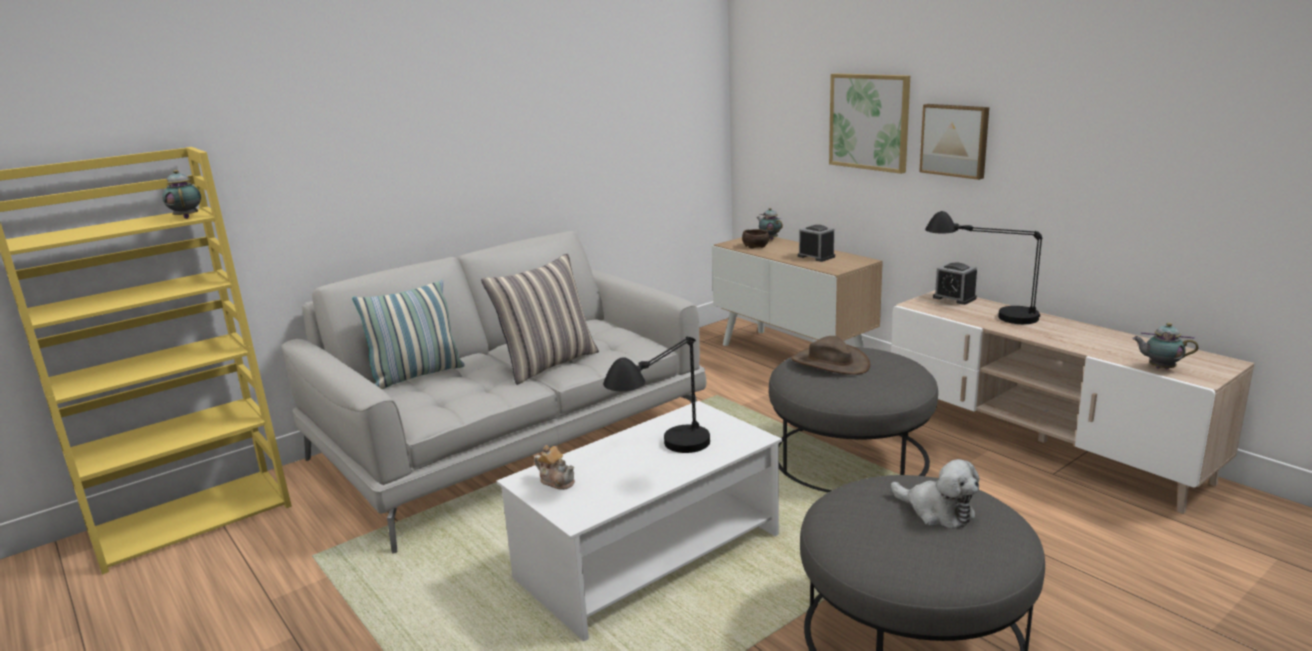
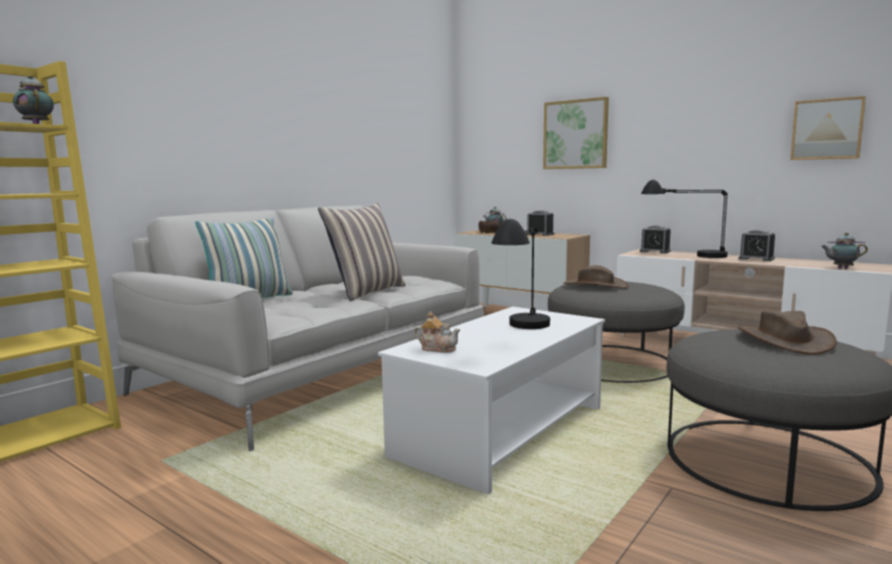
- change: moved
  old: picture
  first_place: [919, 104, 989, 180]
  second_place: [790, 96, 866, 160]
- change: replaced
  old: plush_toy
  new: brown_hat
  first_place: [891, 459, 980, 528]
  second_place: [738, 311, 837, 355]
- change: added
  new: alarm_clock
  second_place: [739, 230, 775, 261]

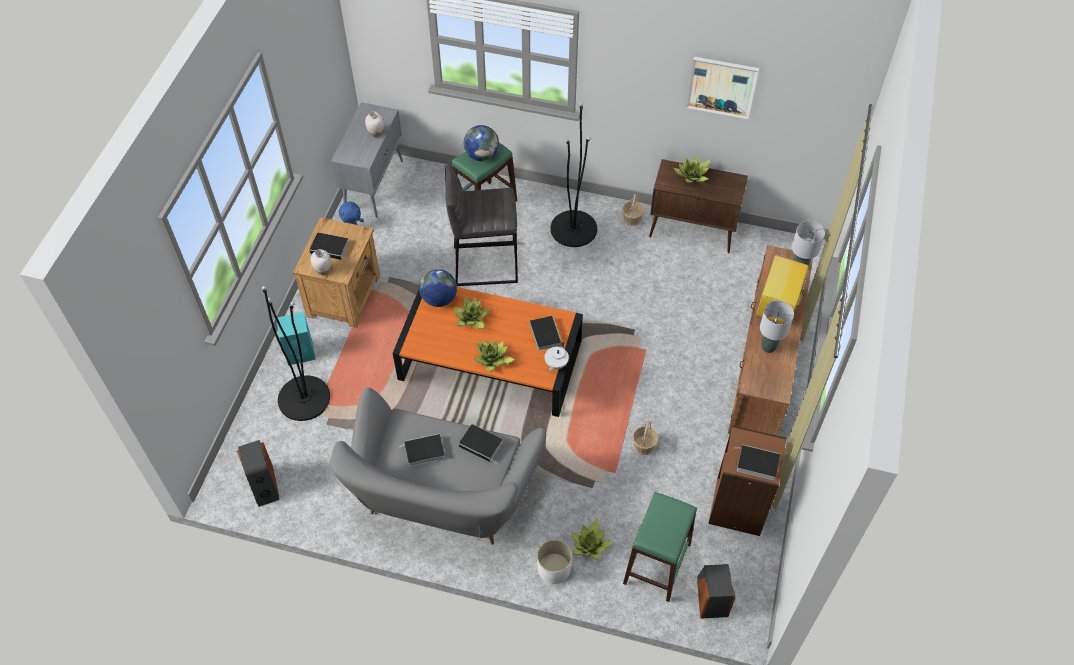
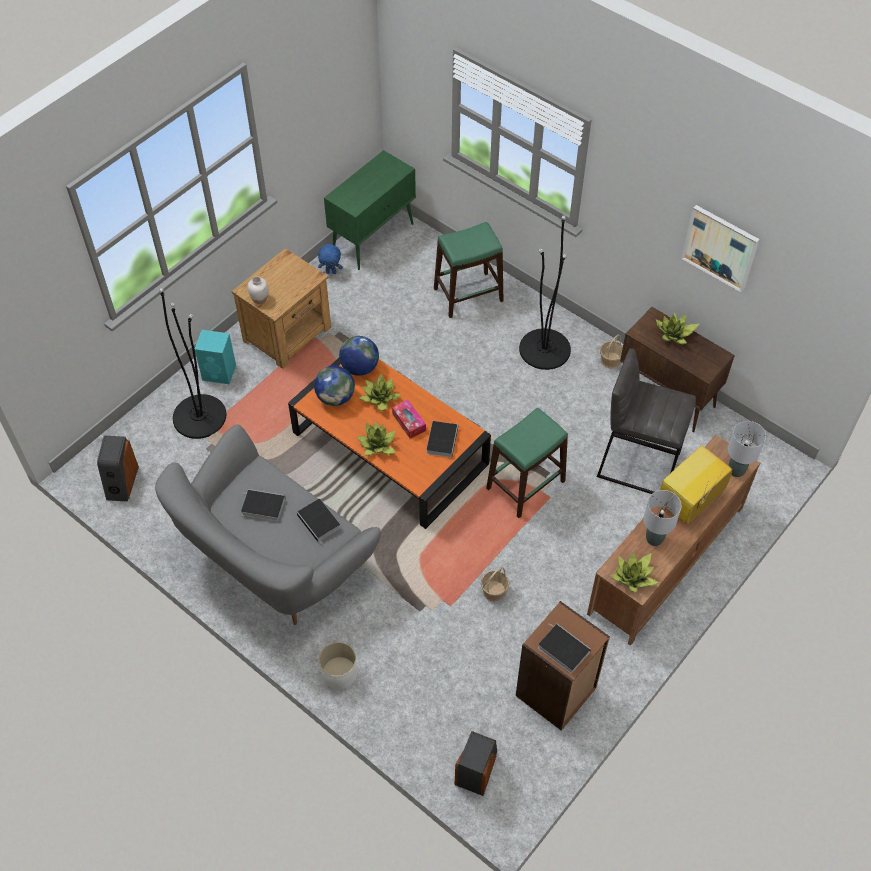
- change: recoloured
  old: grey_cabinet
  new: green_cabinet
  first_place: [331, 102, 403, 218]
  second_place: [324, 150, 416, 270]
- change: removed
  old: white_vase
  first_place: [365, 111, 384, 137]
- change: moved
  old: globe
  first_place: [464, 125, 499, 161]
  second_place: [314, 366, 355, 406]
- change: moved
  old: grey_stool
  first_place: [445, 164, 518, 286]
  second_place: [597, 348, 696, 494]
- change: removed
  old: book
  first_place: [309, 232, 349, 260]
- change: removed
  old: white_teapot
  first_place: [544, 341, 569, 372]
- change: moved
  old: green_stool
  first_place: [623, 492, 697, 602]
  second_place: [486, 408, 568, 518]
- change: moved
  old: potted_plant
  first_place: [572, 519, 613, 559]
  second_place: [610, 552, 659, 593]
- change: added
  new: tissue_box
  second_place: [392, 400, 426, 439]

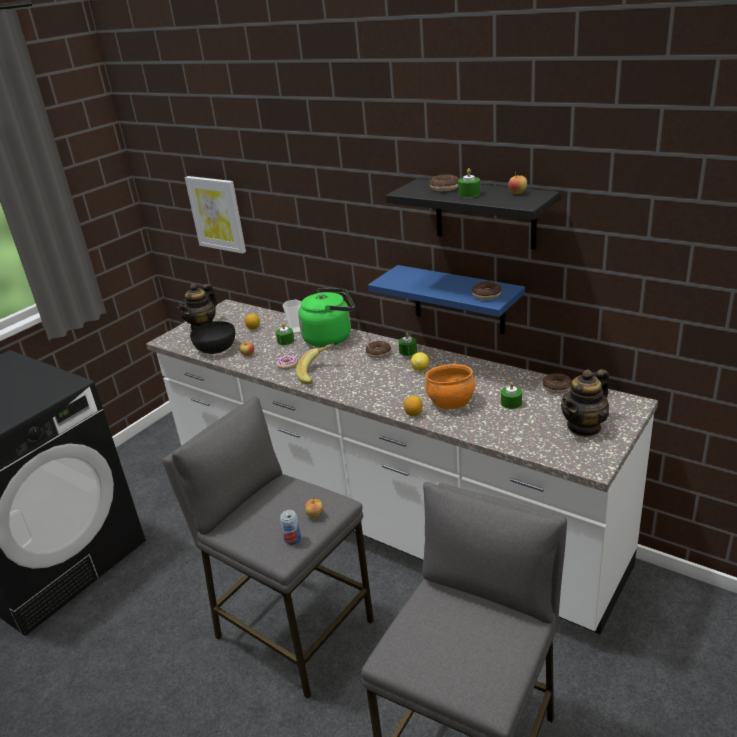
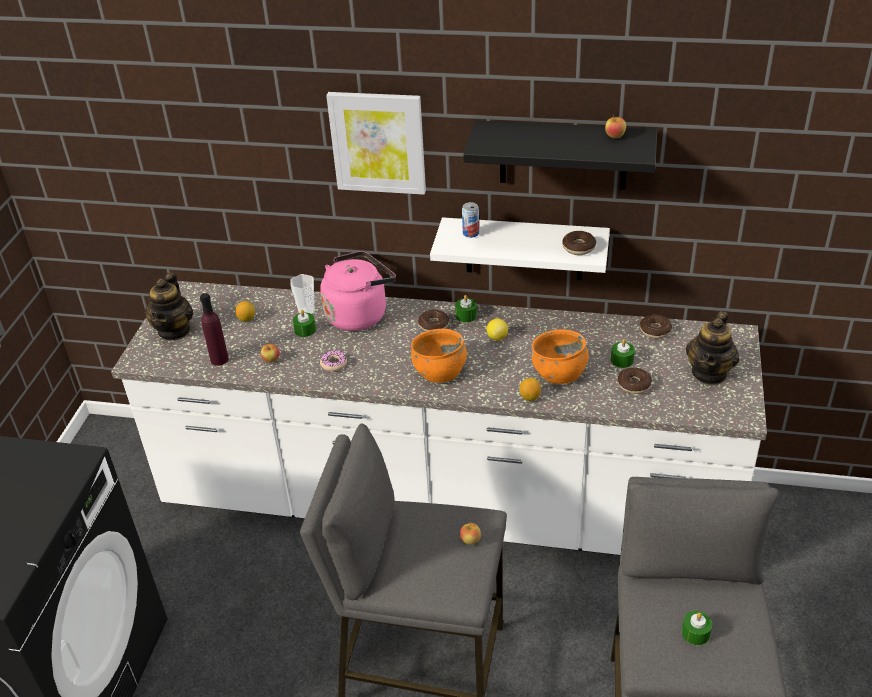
- change: moved
  old: green_candle
  first_place: [458, 168, 480, 198]
  second_place: [682, 611, 712, 645]
- change: moved
  old: donut
  first_place: [430, 174, 459, 191]
  second_place: [618, 368, 652, 394]
- change: moved
  old: picture
  first_place: [185, 176, 246, 254]
  second_place: [326, 92, 426, 195]
- change: recoloured
  old: blue_shelf
  new: white_shelf
  first_place: [368, 265, 525, 335]
  second_place: [430, 217, 610, 280]
- change: recoloured
  old: green_kettle
  new: pink_kettle
  first_place: [298, 288, 355, 347]
  second_place: [320, 251, 396, 331]
- change: replaced
  old: black_bowl
  new: purple_bottle
  first_place: [190, 321, 235, 354]
  second_place: [200, 293, 229, 366]
- change: removed
  old: banana
  first_place: [296, 343, 334, 385]
- change: moved
  old: can
  first_place: [280, 510, 301, 545]
  second_place: [462, 202, 479, 238]
- change: added
  new: orange_bowl
  second_place: [411, 329, 467, 383]

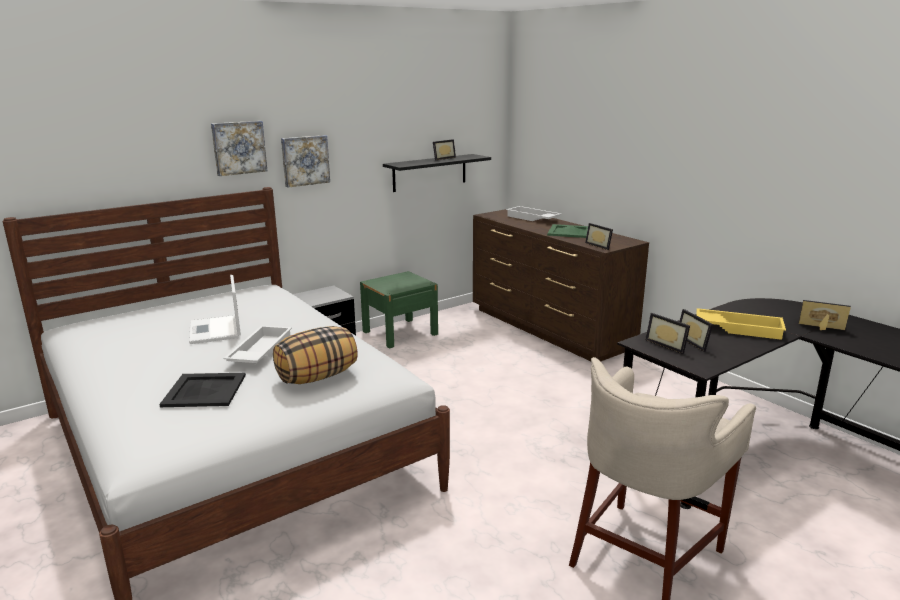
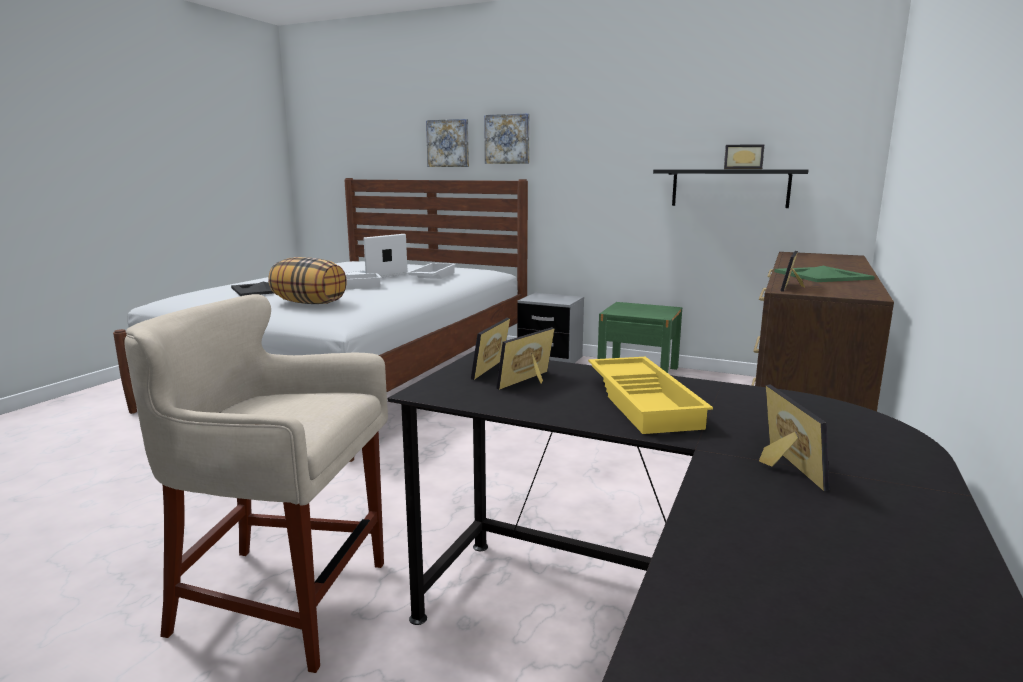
- change: moved
  old: picture
  first_place: [281, 135, 330, 187]
  second_place: [426, 119, 469, 167]
- change: moved
  old: white_tray
  first_place: [506, 206, 561, 221]
  second_place: [406, 263, 456, 279]

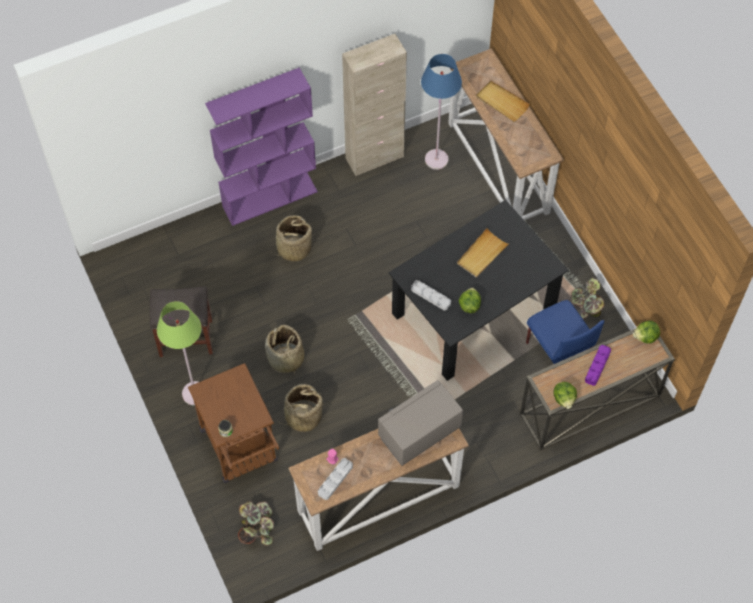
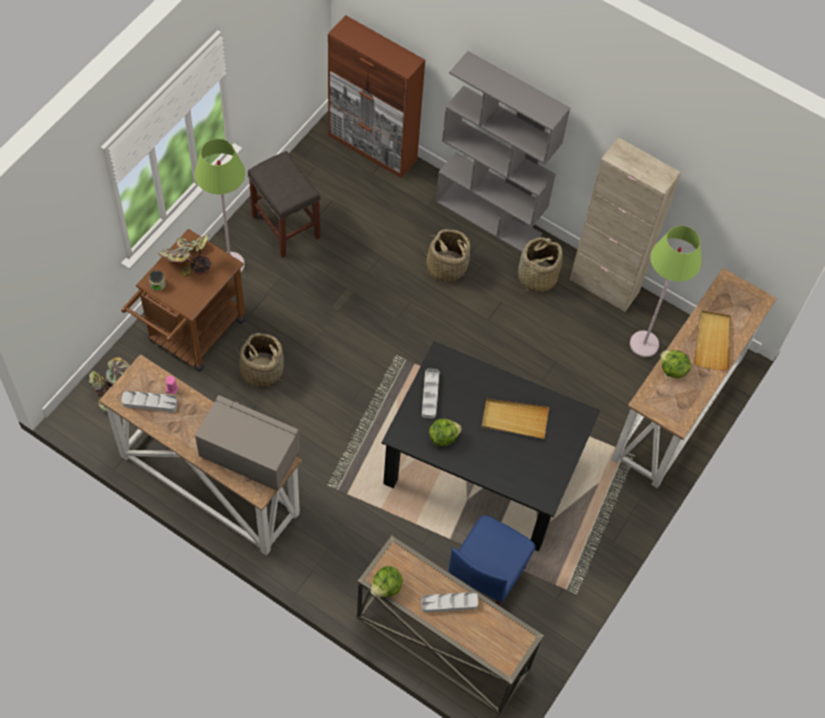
- change: recoloured
  old: blue_floor_lamp
  new: green_floor_lamp
  first_place: [421, 54, 462, 170]
  second_place: [630, 226, 702, 357]
- change: recoloured
  old: purple_bookcase
  new: grey_bookcase
  first_place: [205, 68, 318, 226]
  second_place: [436, 51, 570, 252]
- change: moved
  old: potted_plant
  first_place: [571, 278, 605, 319]
  second_place: [158, 234, 212, 276]
- change: moved
  old: lettuce
  first_place: [633, 321, 660, 343]
  second_place: [660, 350, 691, 379]
- change: moved
  old: basket
  first_place: [265, 325, 304, 373]
  second_place: [518, 237, 563, 293]
- change: recoloured
  old: purple_tray
  new: grey_tray
  first_place: [585, 345, 611, 386]
  second_place: [421, 592, 478, 612]
- change: added
  new: brown_cabinet
  second_place: [328, 15, 425, 178]

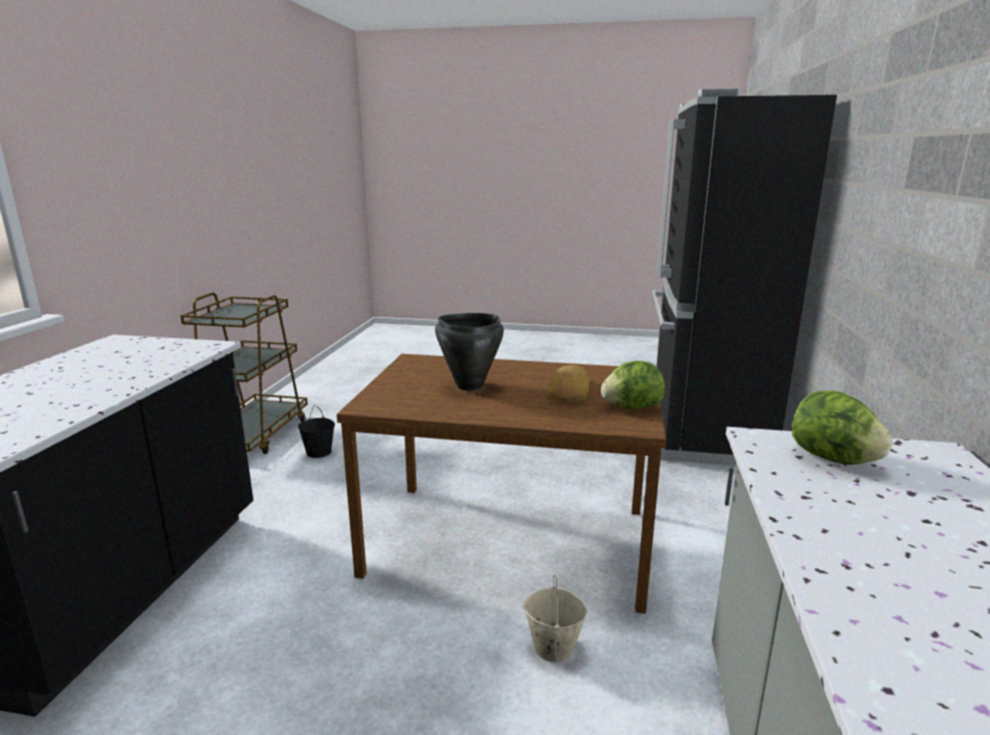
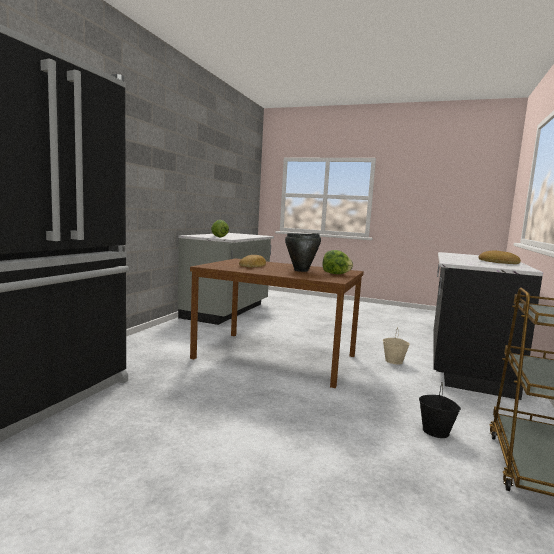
- change: moved
  old: lettuce
  first_place: [601, 361, 665, 409]
  second_place: [323, 250, 353, 274]
- change: moved
  old: beige_bucket
  first_place: [523, 575, 587, 662]
  second_place: [383, 327, 410, 365]
- change: added
  new: bread
  second_place: [478, 250, 521, 264]

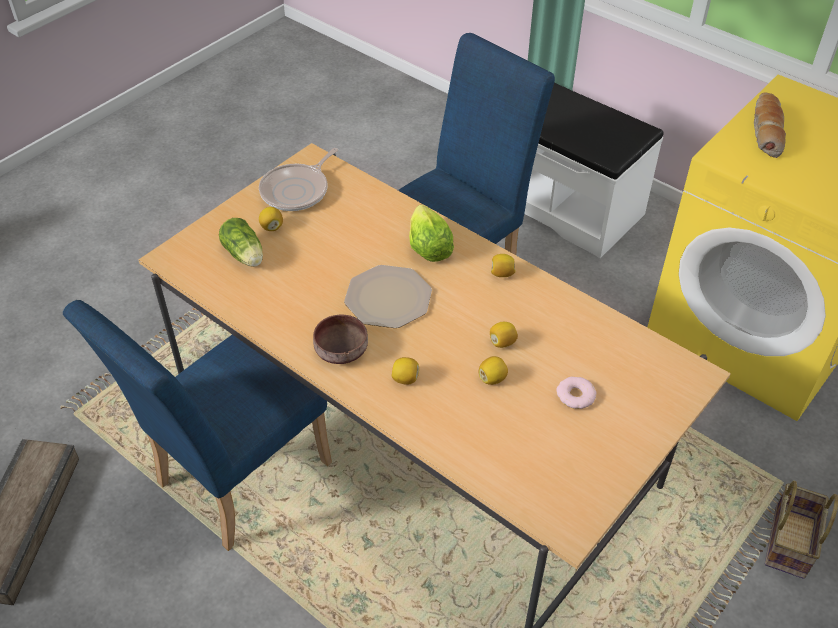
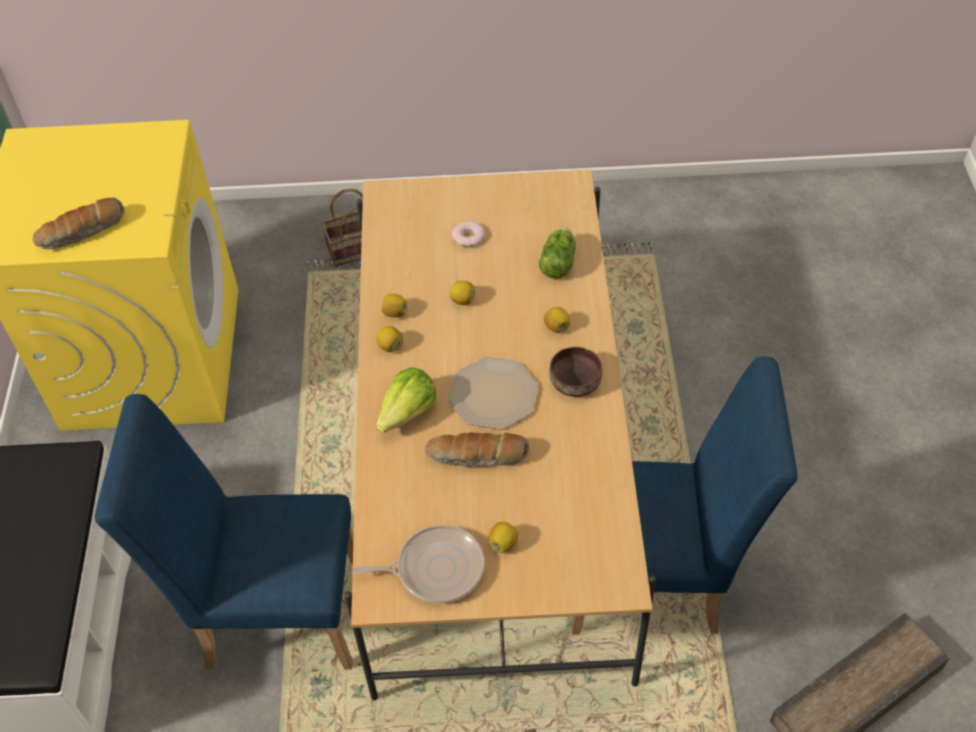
- change: moved
  old: lettuce
  first_place: [219, 218, 263, 267]
  second_place: [539, 227, 576, 279]
- change: moved
  old: lemon
  first_place: [479, 356, 508, 385]
  second_place: [381, 294, 407, 317]
- change: added
  new: bread
  second_place: [425, 432, 530, 467]

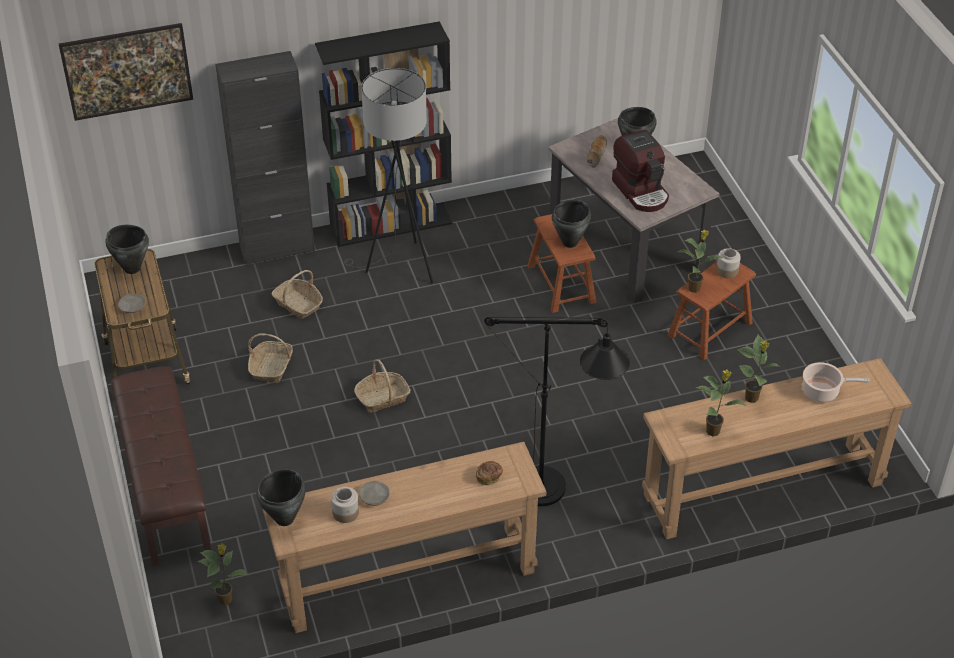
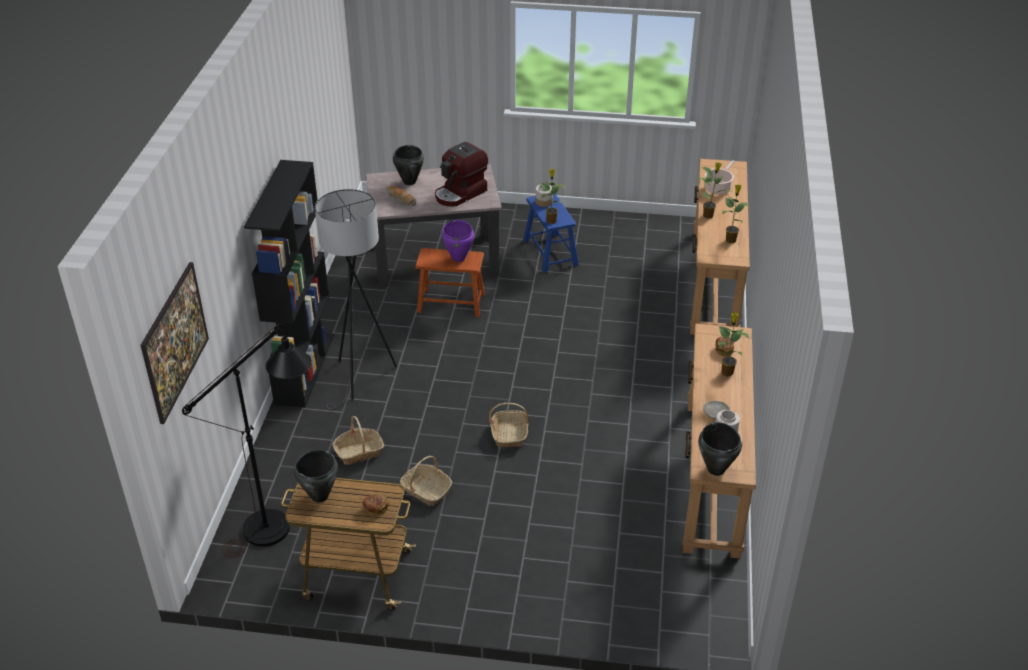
- change: removed
  old: black_cabinet
  first_place: [215, 51, 315, 265]
- change: turned
  old: coffee_machine
  first_place: [612, 130, 669, 212]
  second_place: [435, 142, 488, 206]
  degrees: 135
- change: recoloured
  old: black_cooking_pot
  new: purple_cooking_pot
  first_place: [552, 200, 591, 248]
  second_place: [442, 220, 474, 262]
- change: recoloured
  old: brown_stool
  new: blue_stool
  first_place: [667, 262, 756, 360]
  second_place: [523, 194, 579, 273]
- change: replaced
  old: beige_plate
  new: bread
  first_place: [118, 294, 146, 313]
  second_place: [362, 494, 389, 516]
- change: moved
  old: black_floor_lamp
  first_place: [484, 317, 630, 506]
  second_place: [182, 324, 312, 558]
- change: removed
  old: brown_bench
  first_place: [111, 366, 211, 566]
- change: moved
  old: potted_plant
  first_place: [198, 543, 248, 605]
  second_place: [718, 312, 749, 376]

